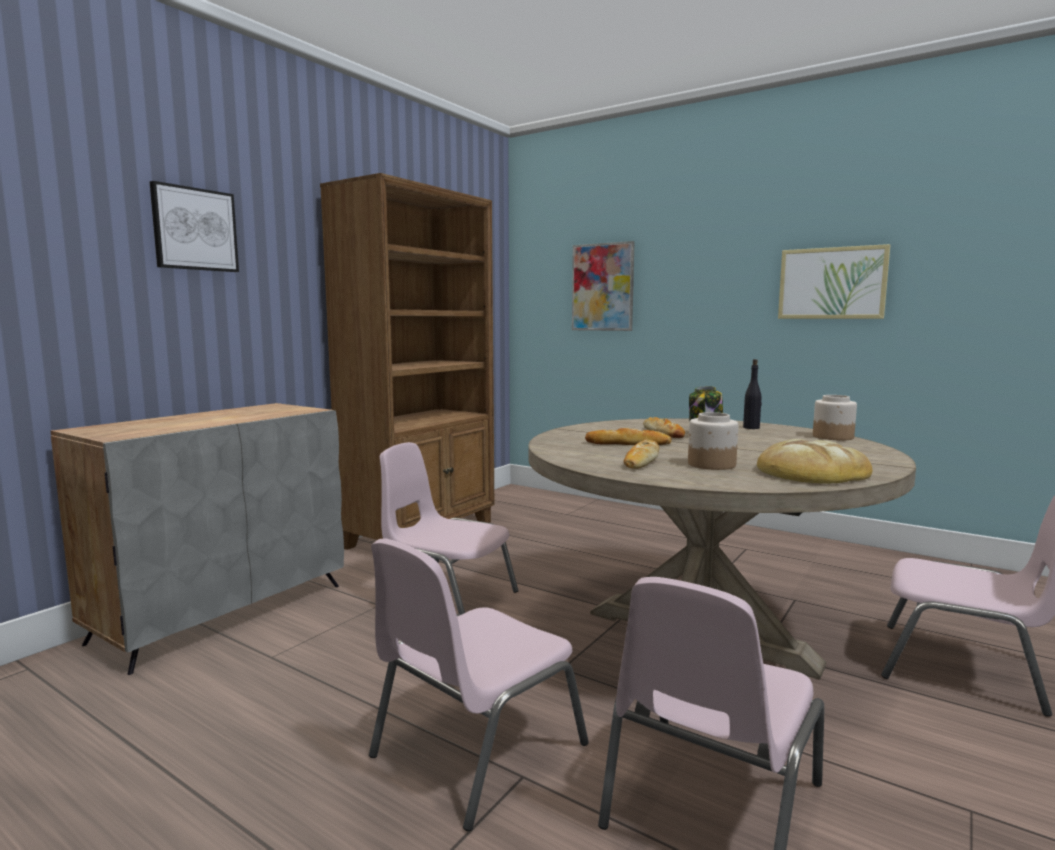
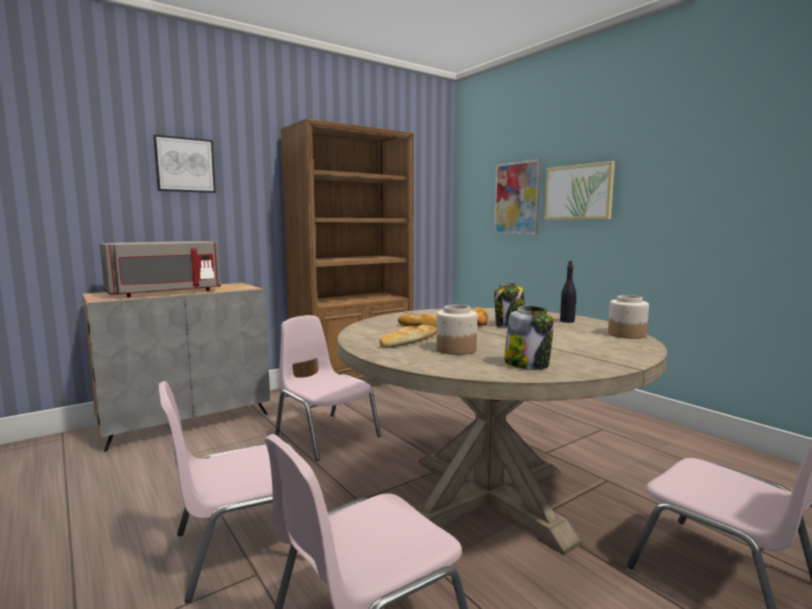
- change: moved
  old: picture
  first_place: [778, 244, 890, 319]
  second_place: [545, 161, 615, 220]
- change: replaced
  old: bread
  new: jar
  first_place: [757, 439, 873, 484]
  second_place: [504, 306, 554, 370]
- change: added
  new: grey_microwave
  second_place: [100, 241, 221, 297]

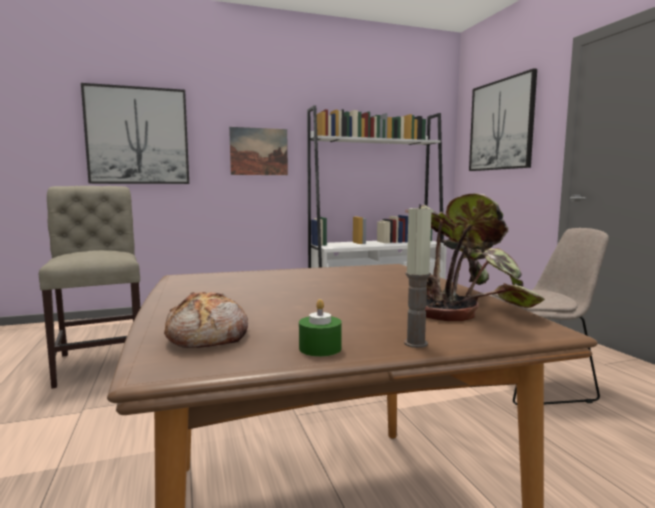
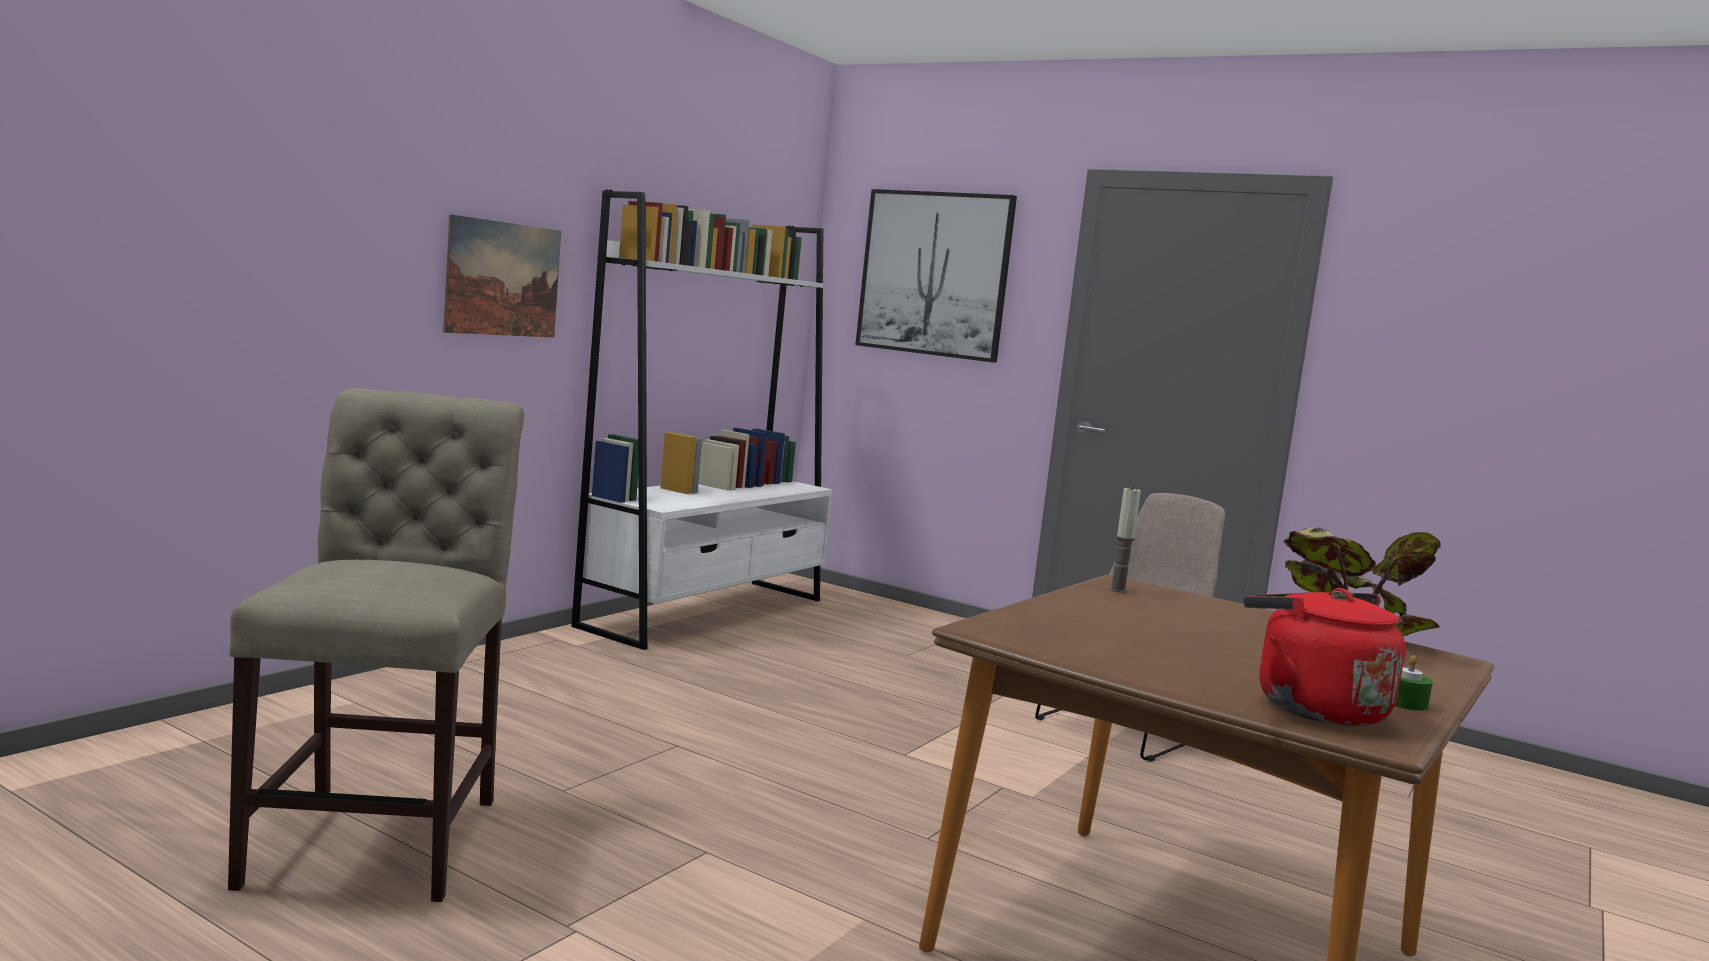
- change: removed
  old: picture
  first_place: [81, 83, 189, 184]
- change: turned
  old: beige_chair
  first_place: [39, 186, 140, 388]
  second_place: [228, 388, 524, 902]
  degrees: 60
- change: moved
  old: candle
  first_place: [404, 204, 432, 348]
  second_place: [1109, 486, 1141, 593]
- change: replaced
  old: bread
  new: red_kettle
  first_place: [164, 292, 248, 348]
  second_place: [1244, 588, 1405, 726]

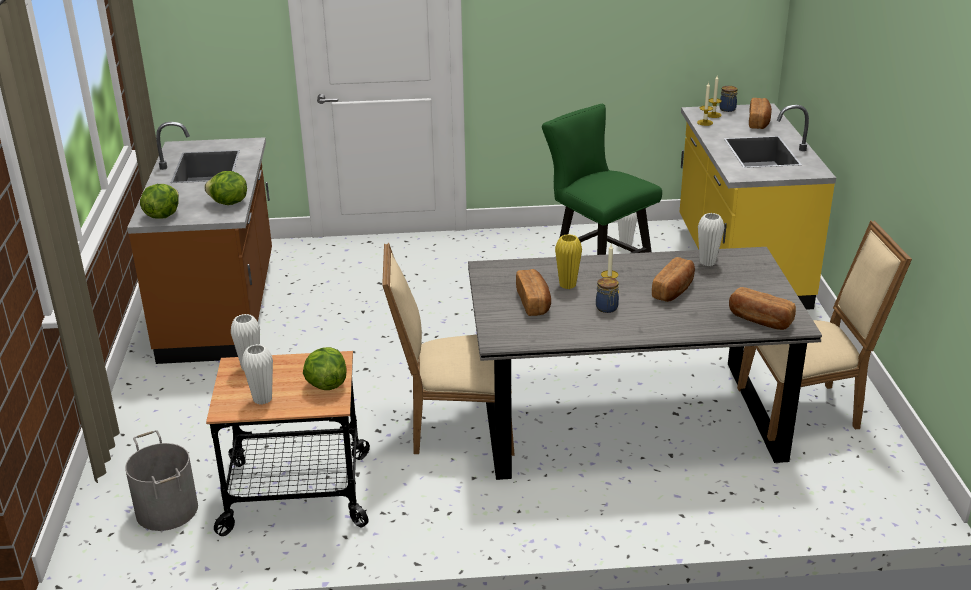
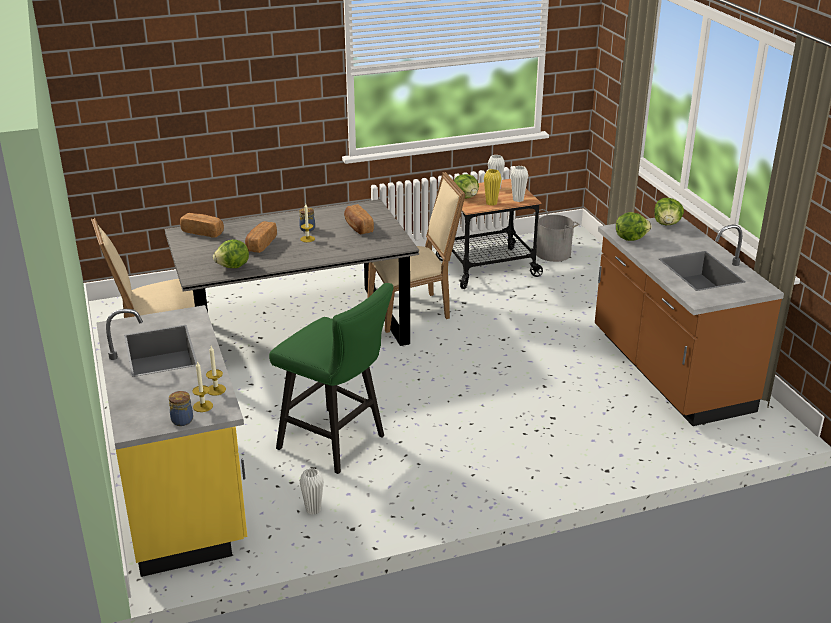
- change: removed
  old: bread
  first_place: [749, 98, 772, 129]
- change: replaced
  old: white_vase
  new: lettuce
  first_place: [698, 213, 725, 266]
  second_place: [213, 239, 249, 268]
- change: moved
  old: yellow_vase
  first_place: [555, 234, 582, 289]
  second_place: [484, 169, 501, 206]

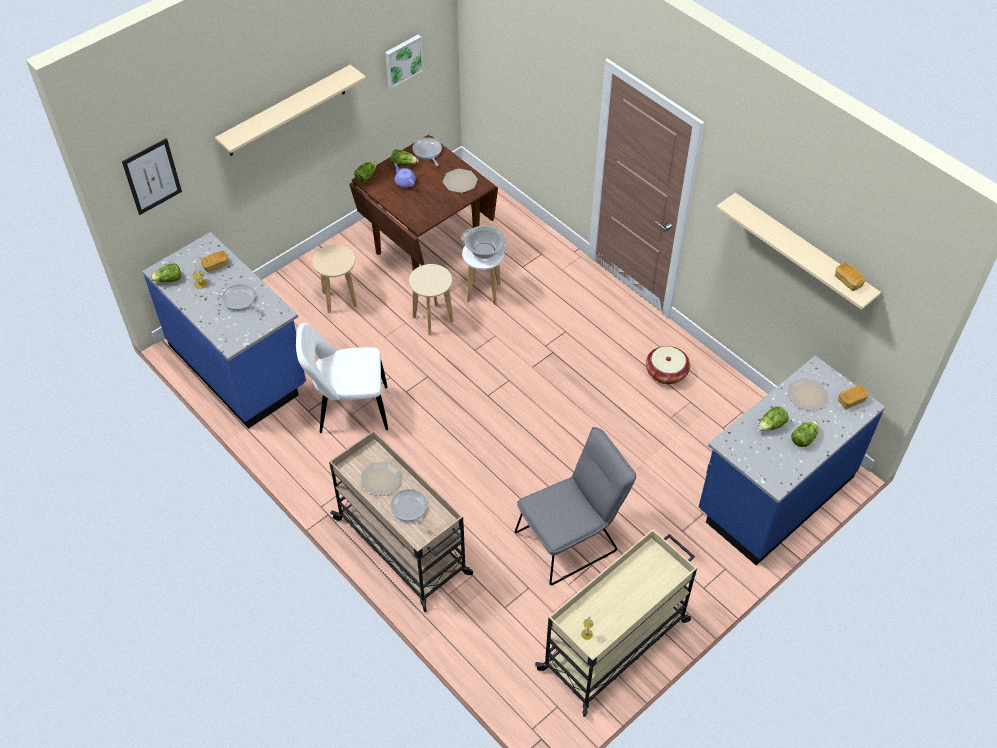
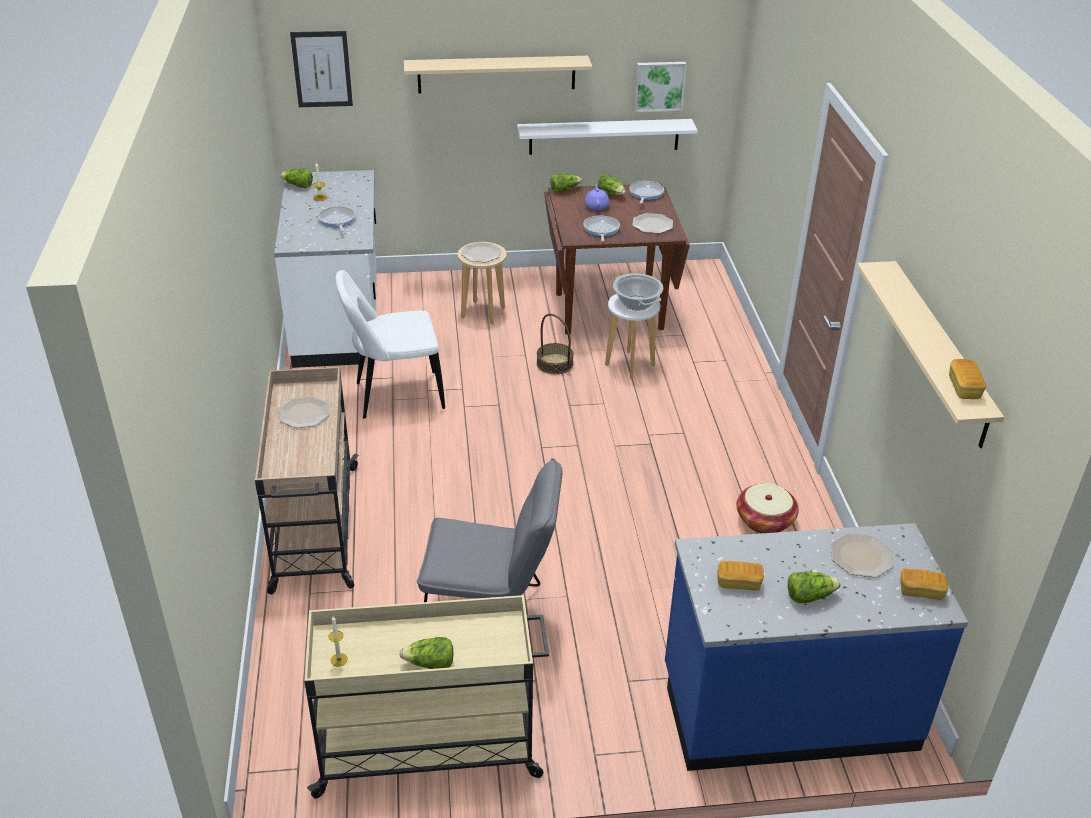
- change: recoloured
  old: blue_counter
  new: white_counter
  first_place: [142, 232, 306, 429]
  second_place: [274, 170, 376, 368]
- change: moved
  old: bread
  first_place: [201, 250, 229, 272]
  second_place: [717, 561, 764, 591]
- change: replaced
  old: beige_stool
  new: basket
  first_place: [409, 264, 453, 335]
  second_place: [536, 314, 574, 374]
- change: turned
  old: white_chair
  first_place: [296, 323, 388, 433]
  second_place: [335, 270, 445, 419]
  degrees: -45
- change: moved
  old: lettuce
  first_place: [758, 407, 789, 431]
  second_place: [399, 637, 454, 669]
- change: moved
  old: frying_pan
  first_place: [390, 489, 430, 531]
  second_place: [583, 216, 620, 242]
- change: added
  new: white_shelf
  second_place: [517, 119, 698, 155]
- change: added
  new: plate
  second_place: [461, 242, 501, 262]

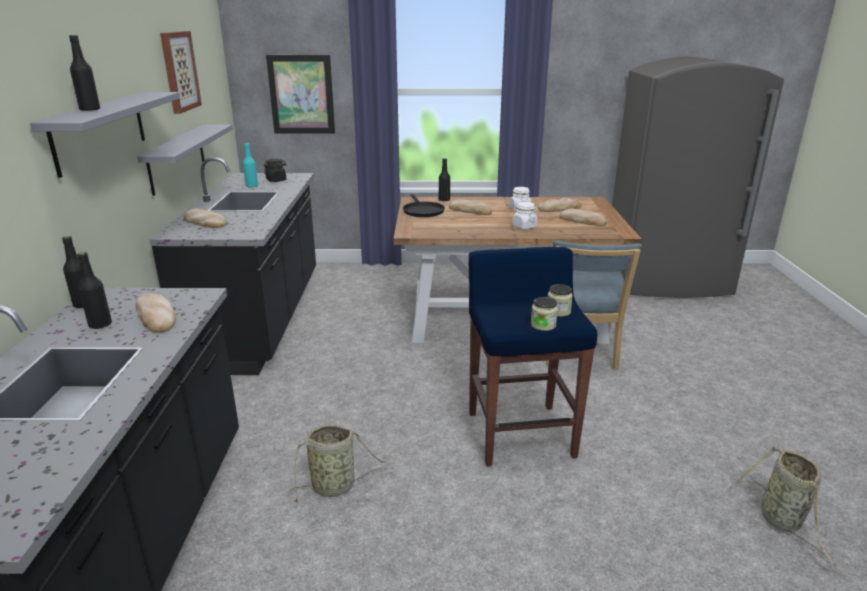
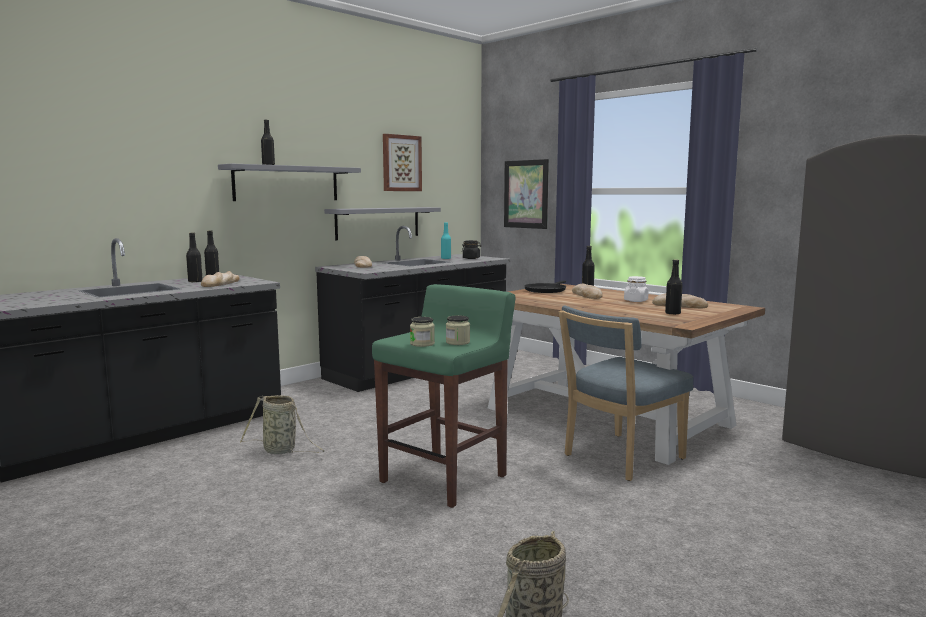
- change: removed
  old: white_jar
  first_place: [512, 202, 538, 229]
- change: replaced
  old: bread
  new: black_bottle
  first_place: [559, 208, 607, 226]
  second_place: [665, 260, 683, 315]
- change: recoloured
  old: blue_stool
  new: green_stool
  first_place: [468, 247, 597, 466]
  second_place: [372, 284, 516, 508]

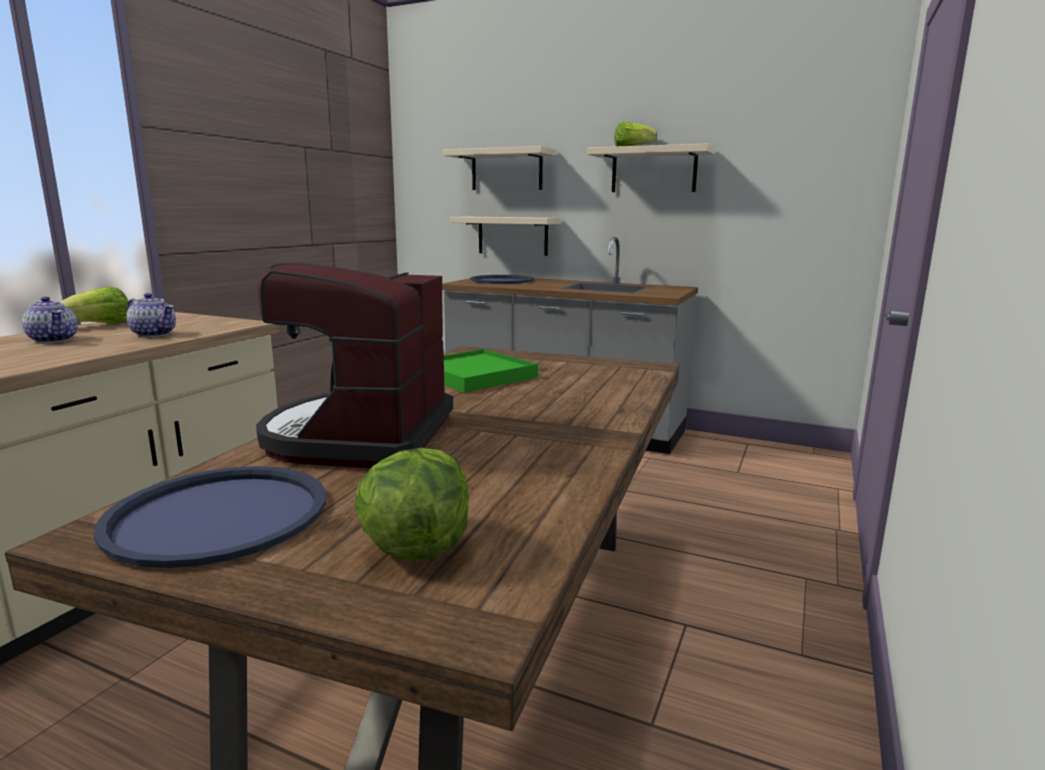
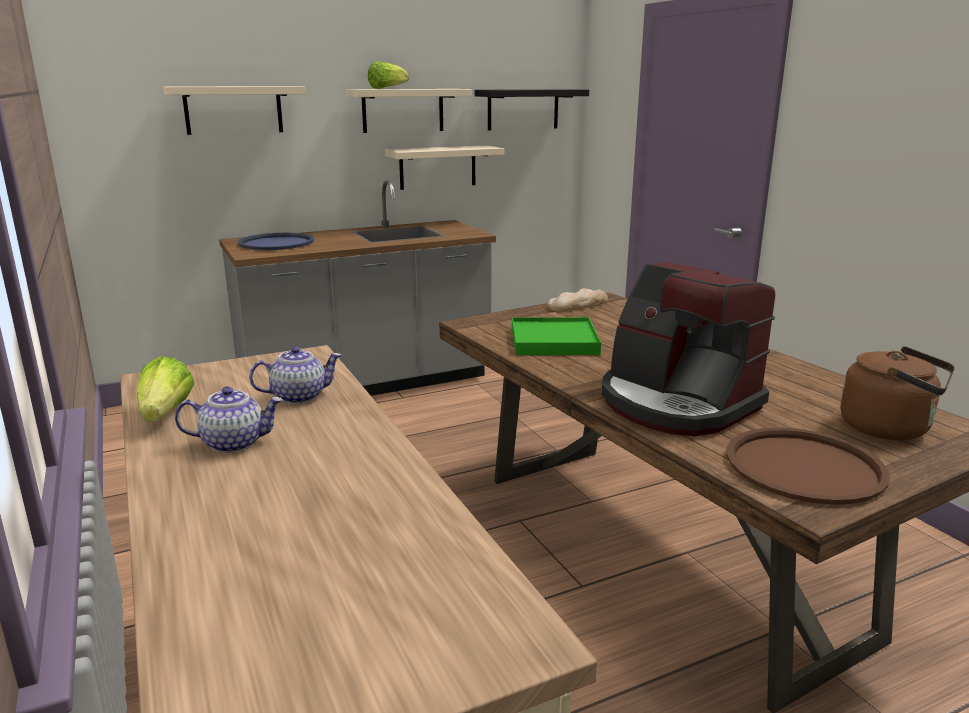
- change: moved
  old: beige_shelf
  first_place: [450, 217, 561, 256]
  second_place: [385, 145, 504, 190]
- change: replaced
  old: lettuce
  new: brown_kettle
  first_place: [354, 448, 469, 561]
  second_place: [840, 346, 955, 440]
- change: recoloured
  old: blue_tray
  new: brown_tray
  first_place: [93, 466, 326, 568]
  second_place: [727, 428, 890, 505]
- change: added
  new: black_shelf
  second_place: [475, 89, 589, 131]
- change: added
  new: bread
  second_place: [547, 288, 608, 312]

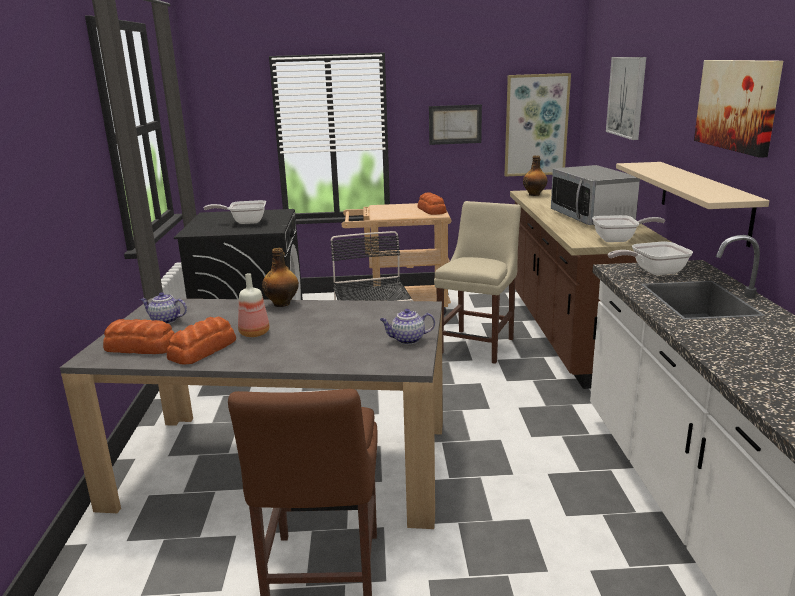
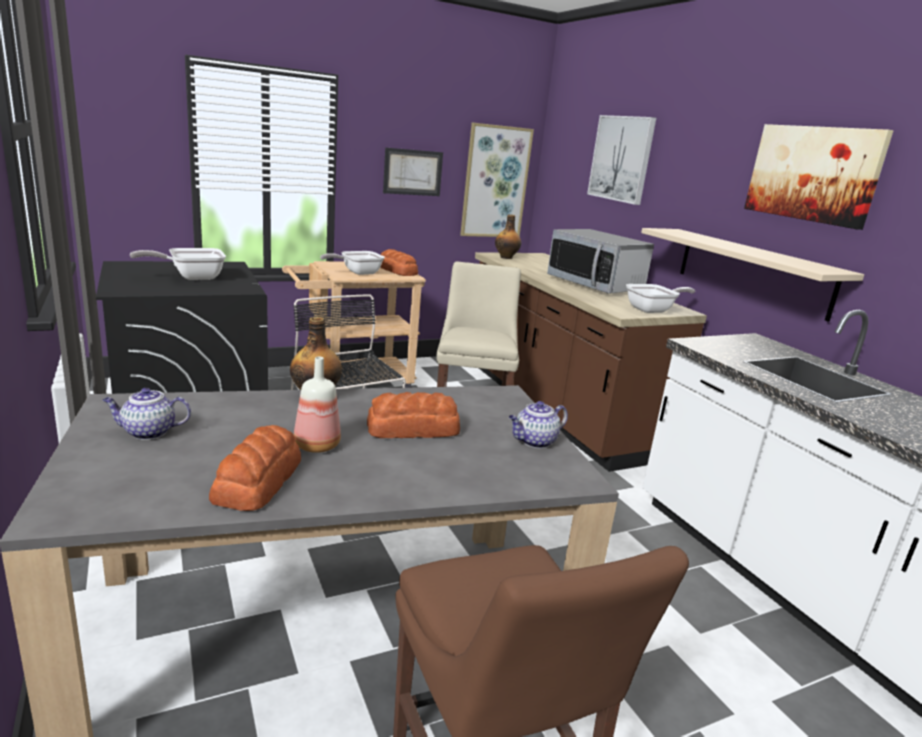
- change: moved
  old: frying_pan
  first_place: [608, 241, 693, 275]
  second_place: [320, 251, 385, 275]
- change: moved
  old: bread
  first_place: [103, 319, 175, 354]
  second_place: [367, 392, 460, 438]

